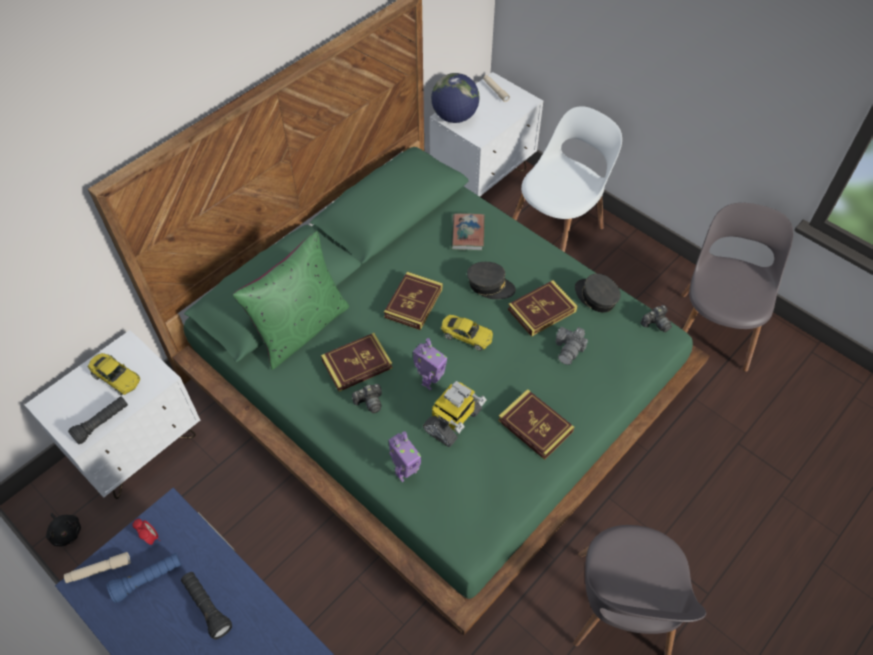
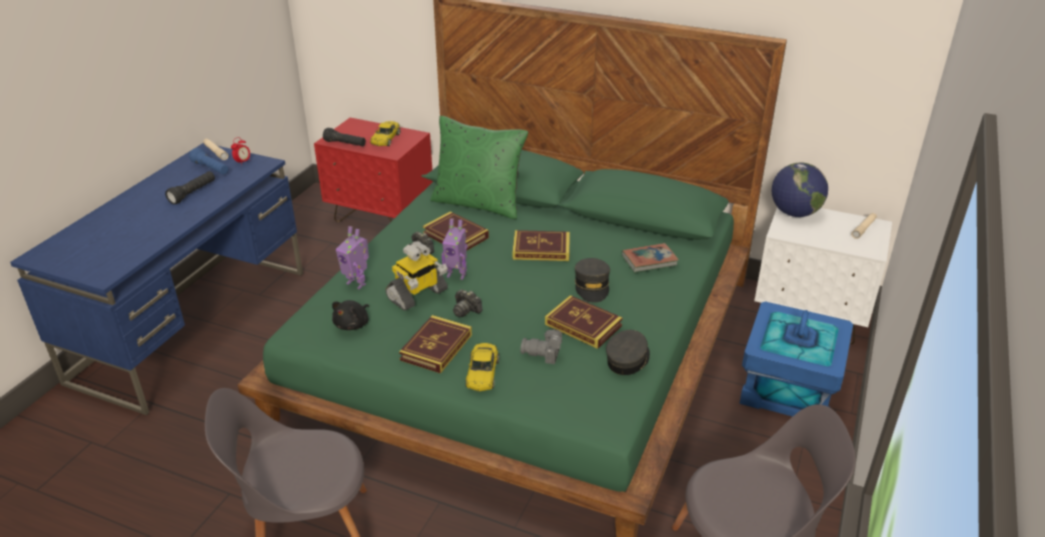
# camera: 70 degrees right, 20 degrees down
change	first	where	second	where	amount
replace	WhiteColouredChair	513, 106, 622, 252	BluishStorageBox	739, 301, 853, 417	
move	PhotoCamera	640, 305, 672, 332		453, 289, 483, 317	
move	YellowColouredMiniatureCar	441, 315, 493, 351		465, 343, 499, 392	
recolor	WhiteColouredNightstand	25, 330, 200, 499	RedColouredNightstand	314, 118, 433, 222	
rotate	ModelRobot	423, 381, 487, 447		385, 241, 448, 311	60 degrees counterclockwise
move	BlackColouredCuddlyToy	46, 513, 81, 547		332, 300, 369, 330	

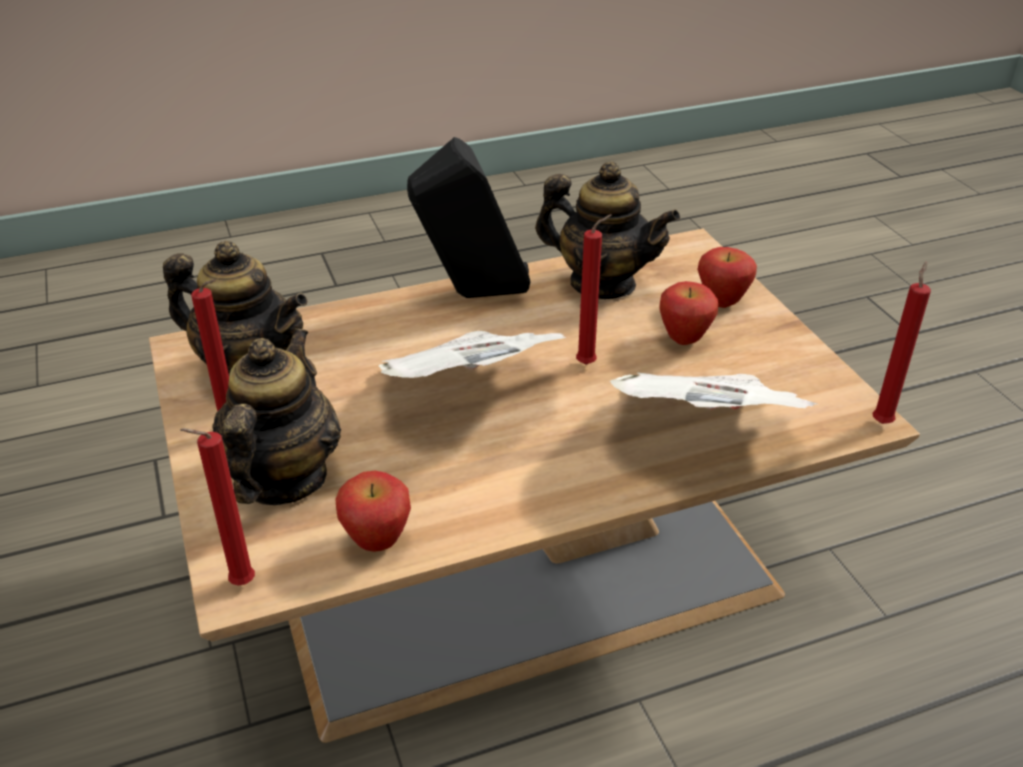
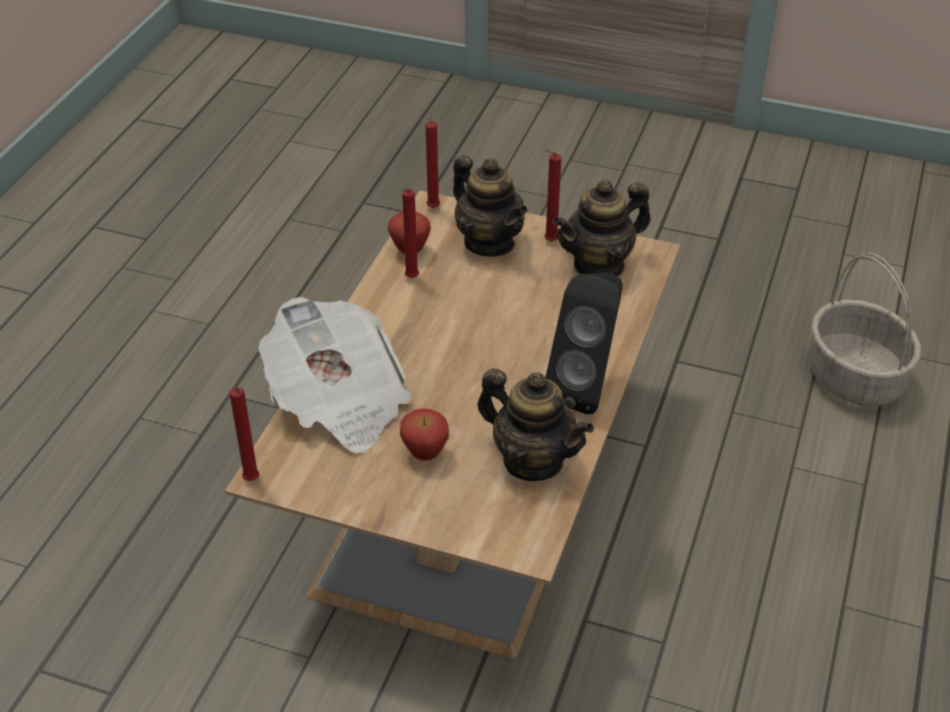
# camera: 130 degrees right, 5 degrees up
change	first	where	second	where	amount
rotate	PotForTea	535, 161, 680, 299		477, 368, 594, 481	120 degrees counterclockwise
move	RedColouredCandle	576, 214, 612, 365		402, 188, 419, 278	
delete	Apple	697, 247, 757, 308			
delete	Newspaper	379, 330, 566, 378			
insert			StorageBasket	808, 253, 921, 407	

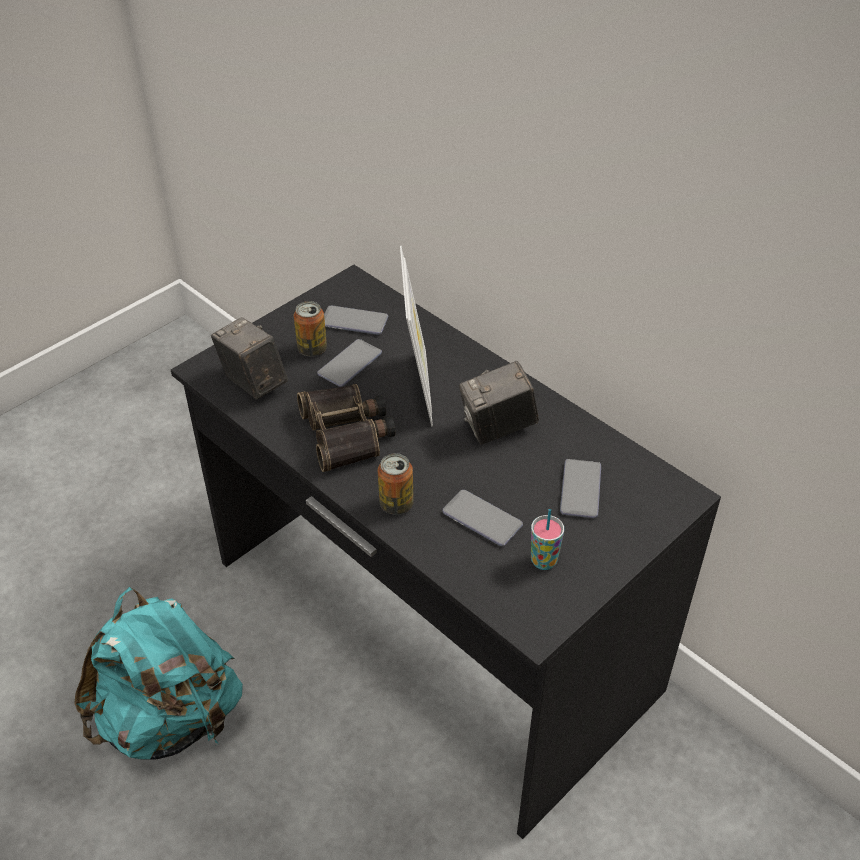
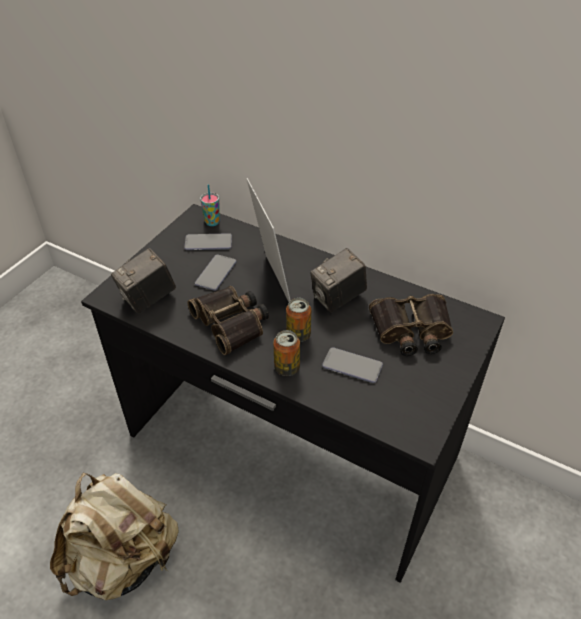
# camera: 15 degrees left, 0 degrees up
change	first	where	second	where	amount
move	SealedCan	294, 301, 327, 356		286, 298, 311, 342	
rotate	PhotoCamera	211, 317, 288, 399		111, 248, 176, 314	75 degrees counterclockwise
replace	Handset	560, 459, 601, 518	Binoculars	369, 294, 453, 356	
move	DrinkingCup	531, 509, 564, 570		200, 184, 220, 226	
recolor	TurquoiseBackpack	74, 587, 243, 760	SandColouredBackpack	50, 473, 179, 600	

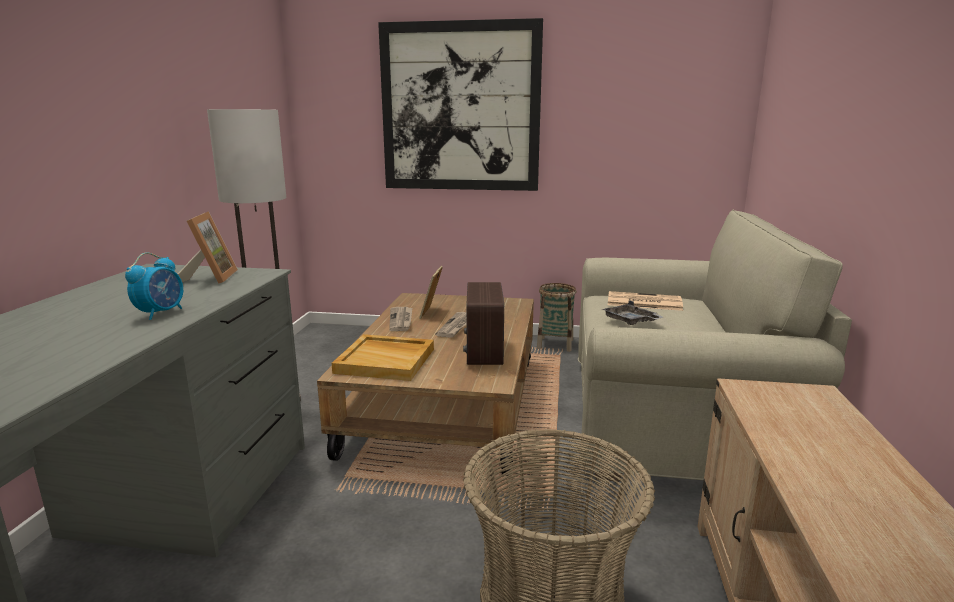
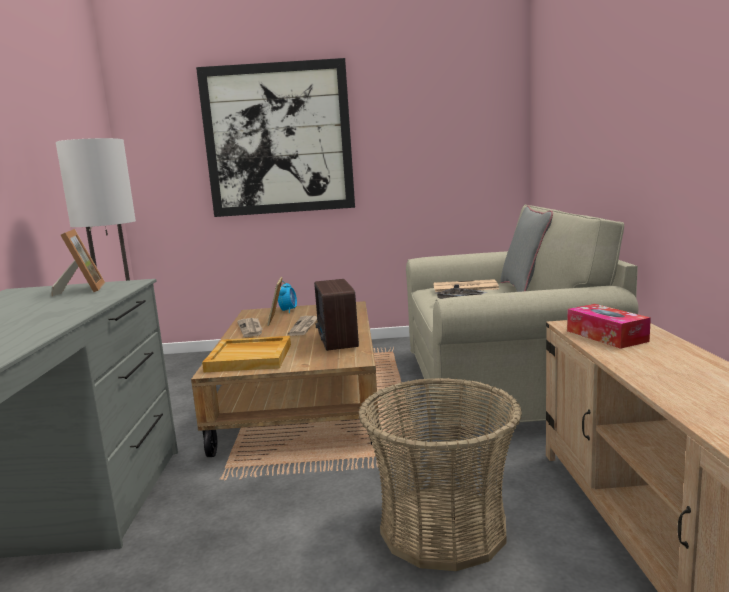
# camera: 10 degrees left, 5 degrees down
change	first	where	second	where	amount
move	TableClock	125, 252, 183, 320		278, 281, 297, 313	
delete	StorageBasket	537, 283, 576, 352			
insert			GreyishPillow	500, 206, 553, 292	
insert			TissueHolder	567, 304, 651, 349	

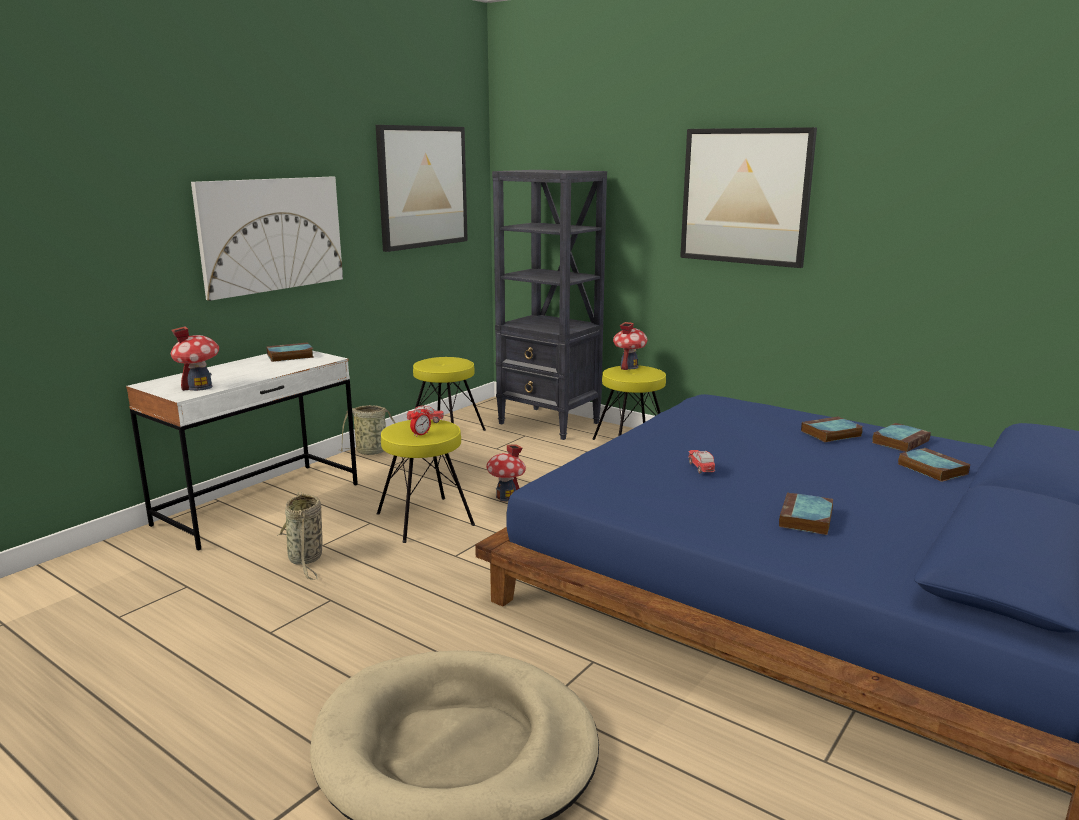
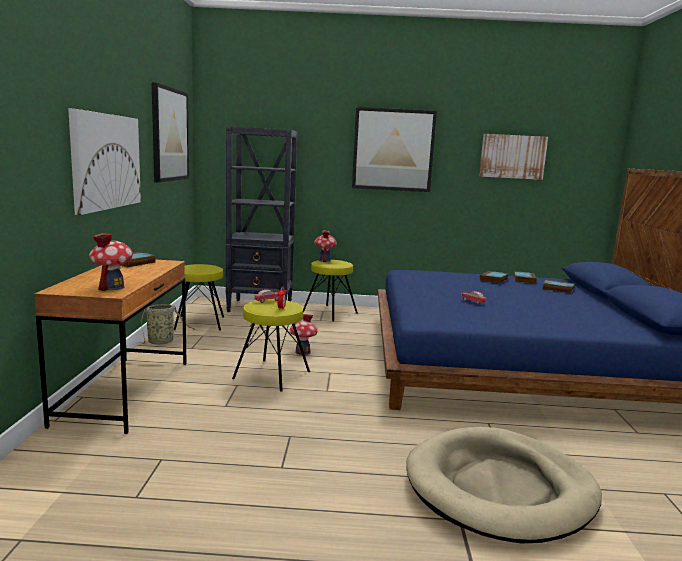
# camera: 35 degrees left, 5 degrees down
change	first	where	second	where	amount
recolor	WhiteColouredDesk	126, 350, 358, 551	BrownColouredDesk	34, 260, 186, 434	
delete	StorageBasket	277, 492, 323, 580			
delete	Book	779, 492, 833, 535			
insert			Picture	479, 134, 548, 180	

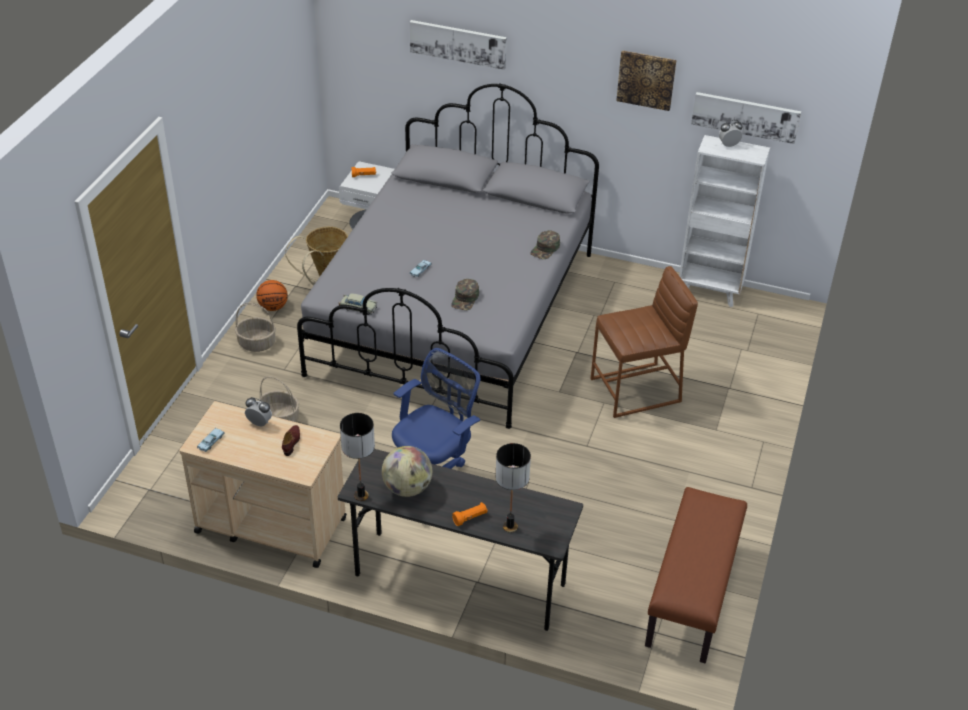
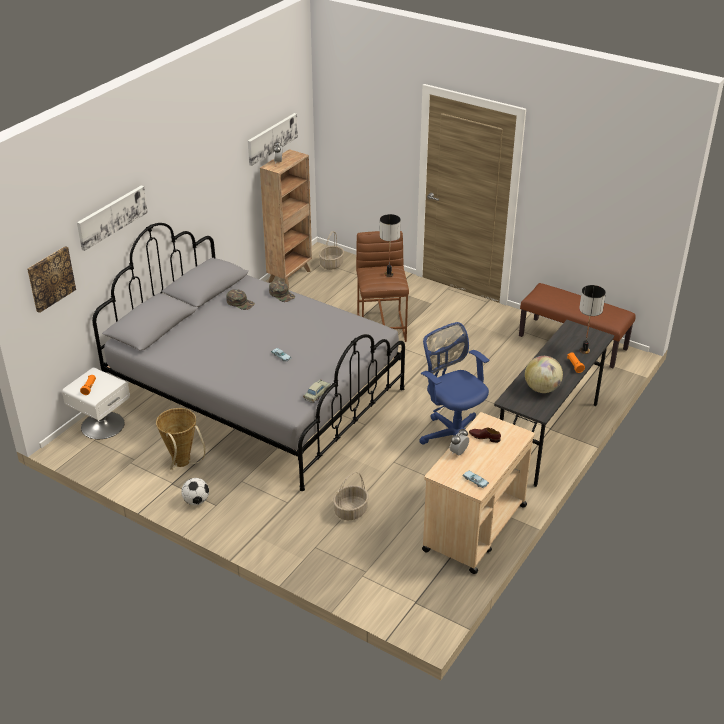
# camera: 75 degrees left, 5 degrees down
change	first	where	second	where	amount
move	Picture	616, 50, 677, 111		27, 246, 76, 313	
recolor	WhiteColouredShelvingUnit	679, 135, 770, 307	BrownColouredShelvingUnit	260, 149, 312, 289	
move	GreenCap	451, 279, 479, 310		226, 290, 255, 310	
replace	BallForBasketball	256, 280, 288, 311	BallForFootball	181, 478, 209, 505	
move	StorageBasket	235, 303, 276, 352		319, 231, 344, 270	
move	LampForATable	340, 413, 375, 501		380, 214, 401, 277	

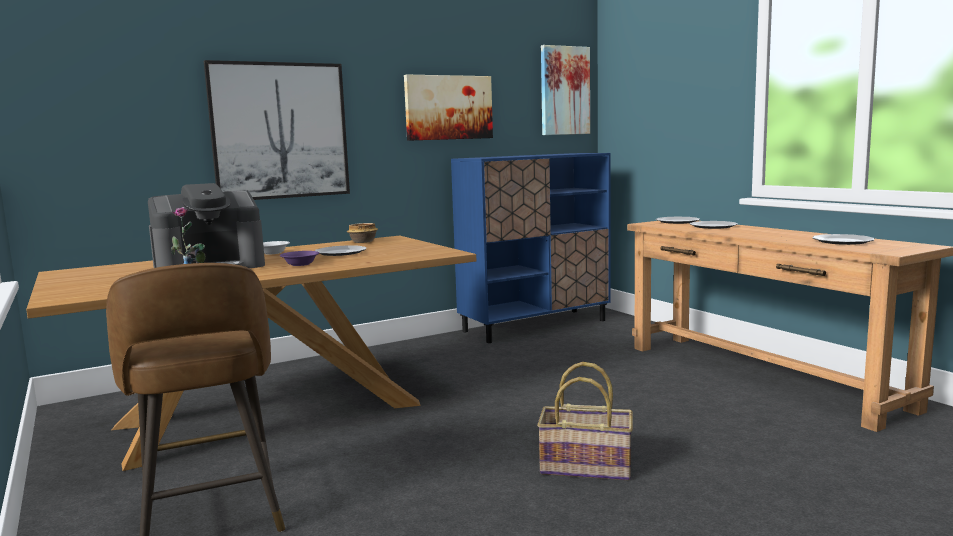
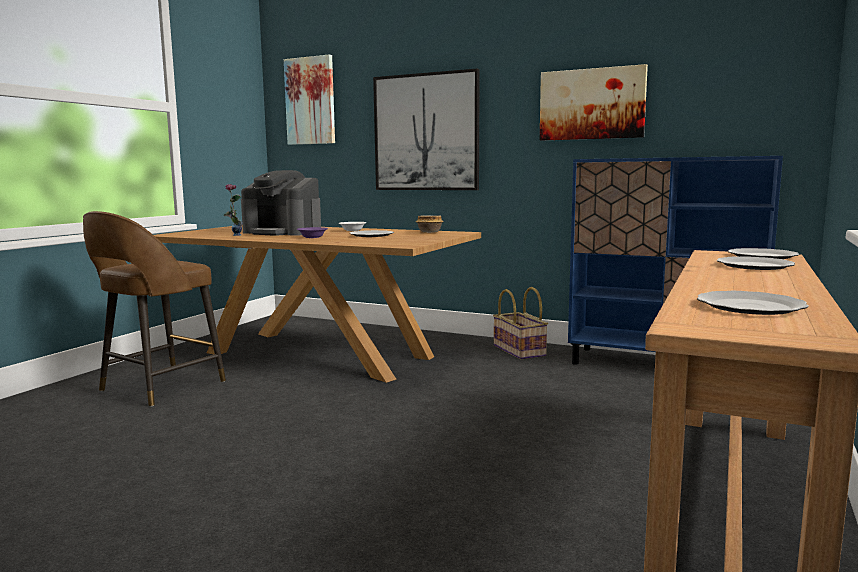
# camera: 55 degrees right, 0 degrees up
change	first	where	second	where	amount
move	Picture	541, 45, 590, 135		284, 55, 335, 145	
move	StorageBasket	537, 362, 633, 480		493, 287, 548, 359	

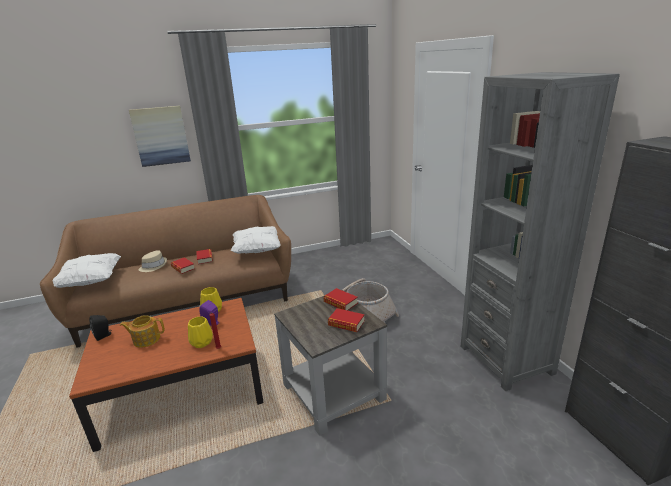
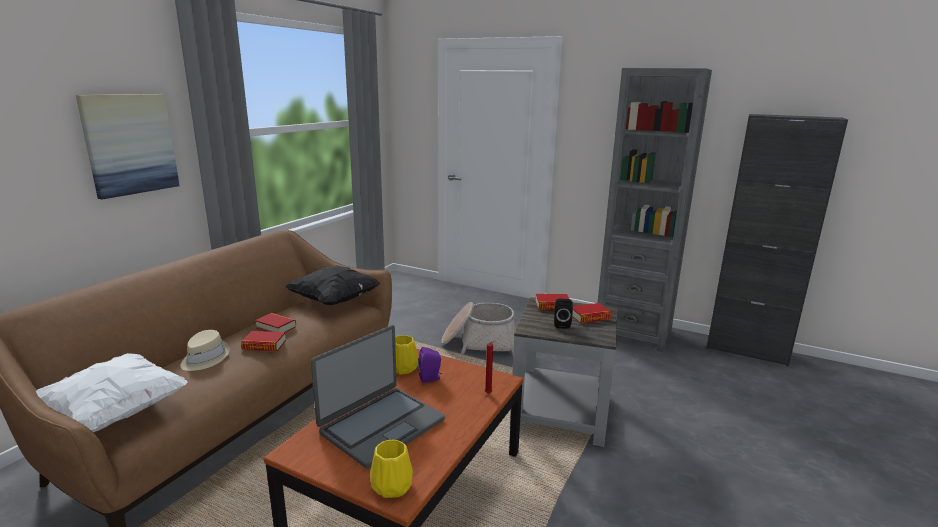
# camera: 45 degrees left, 5 degrees down
change	first	where	second	where	amount
recolor	WhiteColouredPillow	231, 226, 281, 254	BlackColouredPillow	285, 265, 380, 305	
move	BlackColouredSpeaker	89, 315, 111, 341		554, 298, 573, 329	
replace	PotForTea	120, 315, 165, 348	NotebookComputer	311, 325, 445, 468	
move	YellowColouredFlowerVase	188, 316, 213, 348		370, 440, 413, 498	

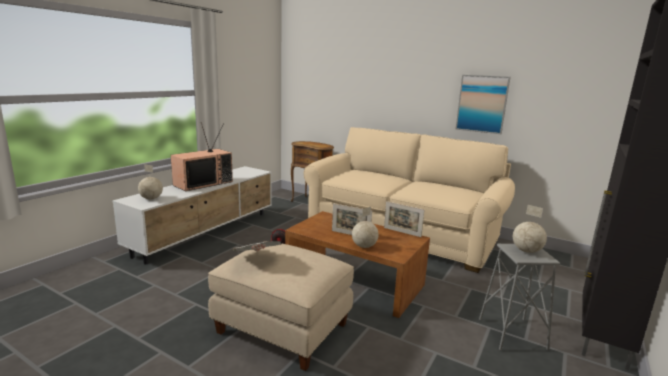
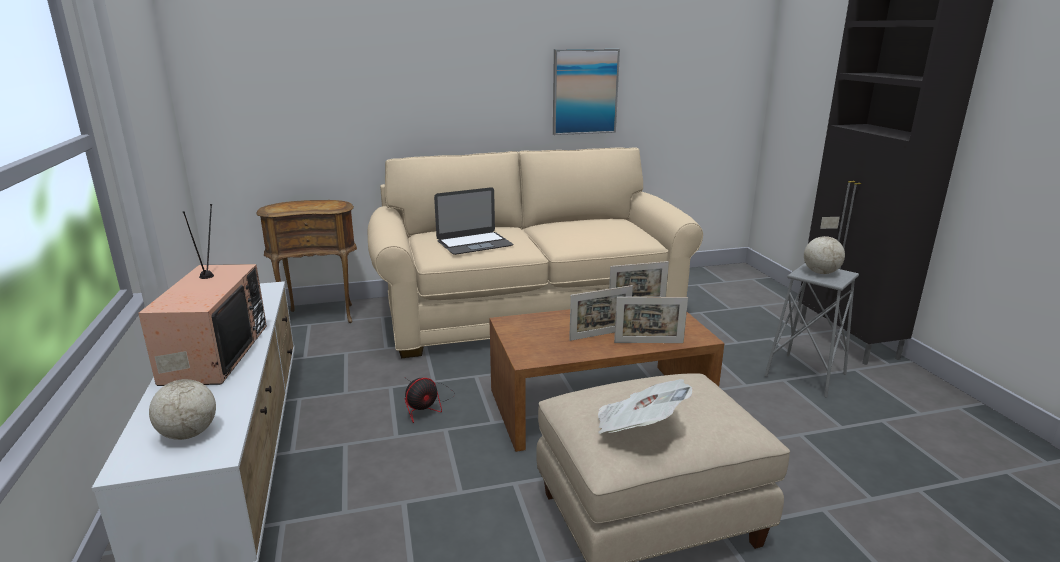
# camera: 45 degrees left, 5 degrees up
change	first	where	second	where	amount
replace	Globe	352, 207, 379, 248	PhotoFrame	614, 297, 688, 343	
insert			NotebookComputer	434, 187, 513, 255	

